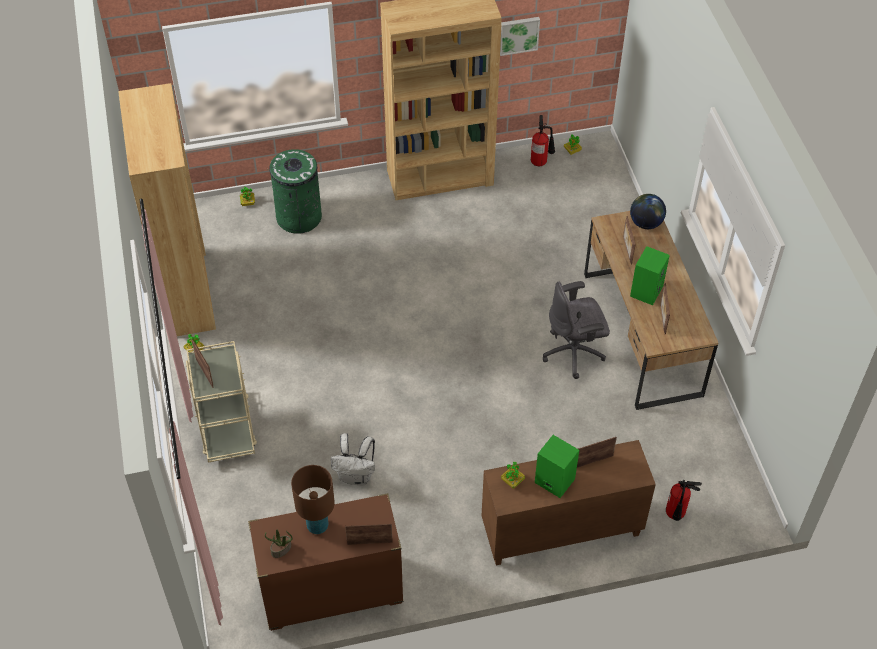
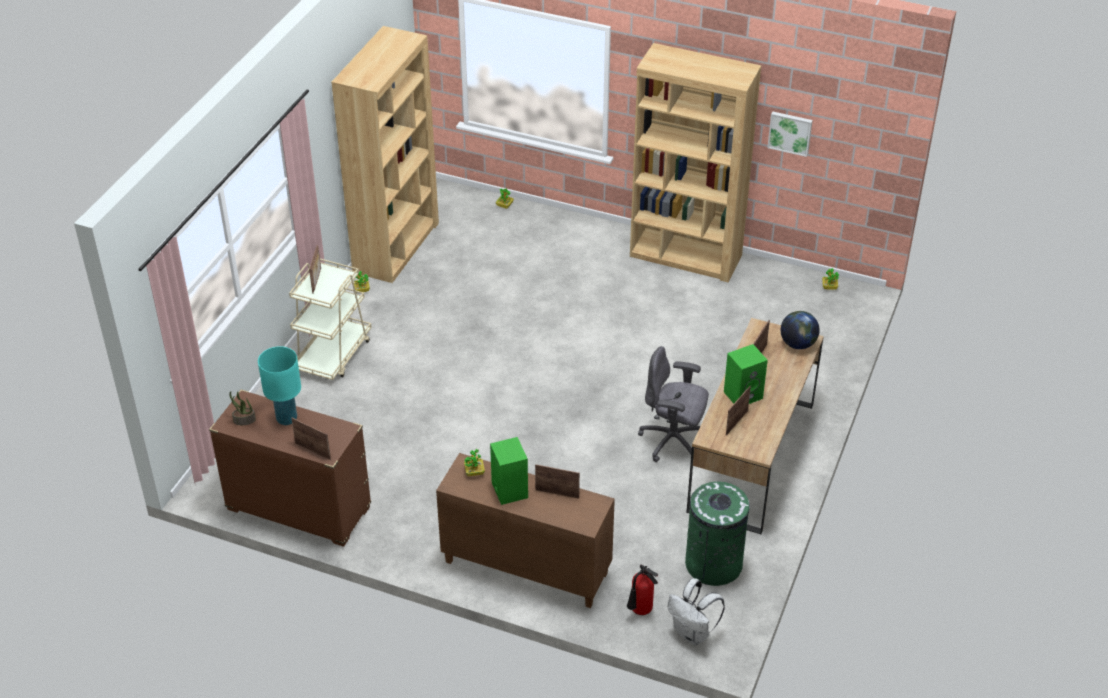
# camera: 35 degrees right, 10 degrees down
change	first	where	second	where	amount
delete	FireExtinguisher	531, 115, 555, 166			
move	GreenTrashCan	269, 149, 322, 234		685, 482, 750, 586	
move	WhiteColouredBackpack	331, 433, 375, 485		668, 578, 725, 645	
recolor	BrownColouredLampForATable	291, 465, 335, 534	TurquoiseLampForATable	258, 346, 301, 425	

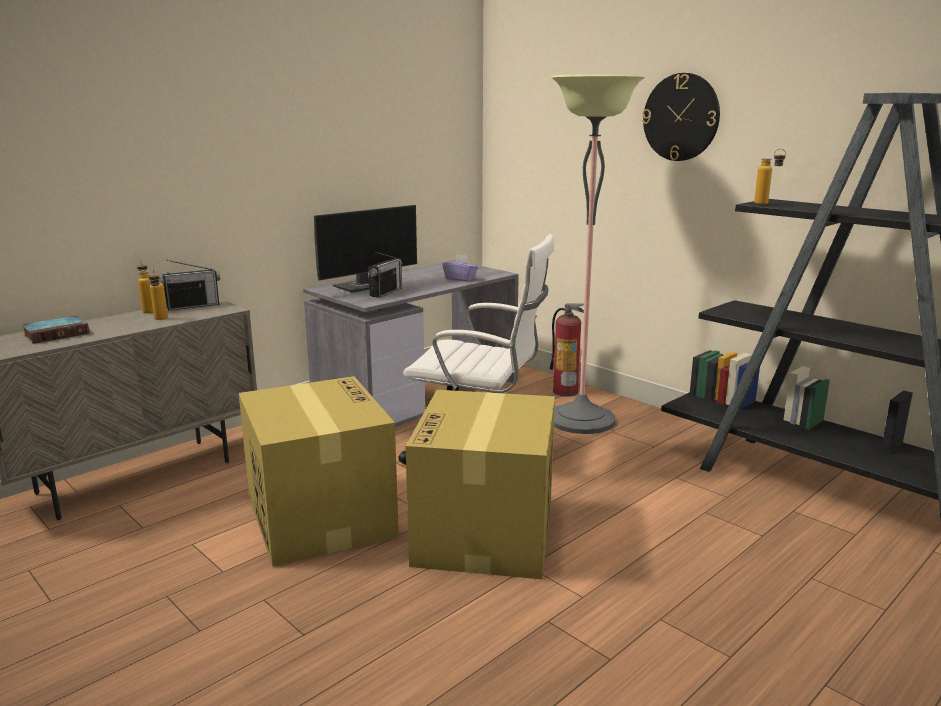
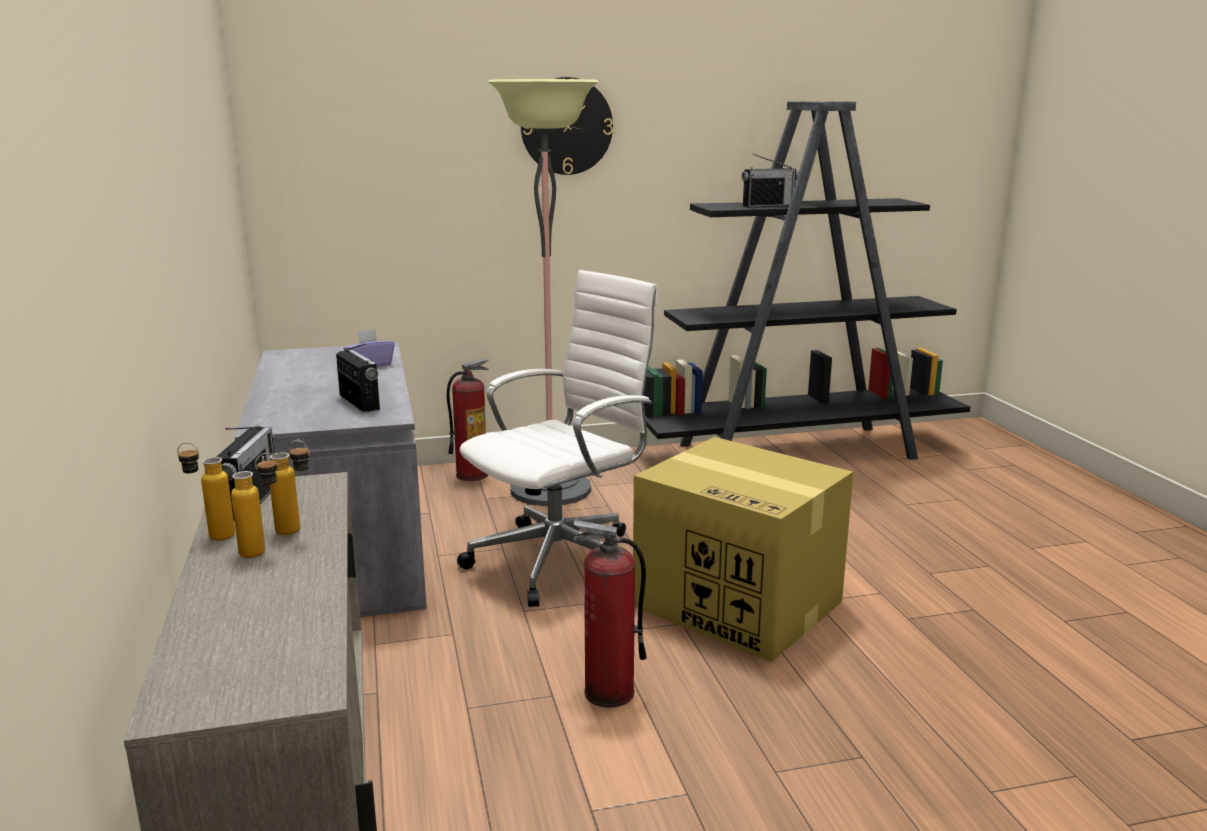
# camera: 60 degrees left, 0 degrees up
change	first	where	second	where	amount
move	BeverageBottle	754, 149, 786, 205		231, 453, 279, 558	
delete	ComputerScreen	314, 205, 417, 293			
delete	Book	22, 315, 89, 344			
replace	Carton	239, 376, 399, 566	FireExtinguisher	574, 520, 647, 708	
insert			Radio	742, 153, 799, 207	

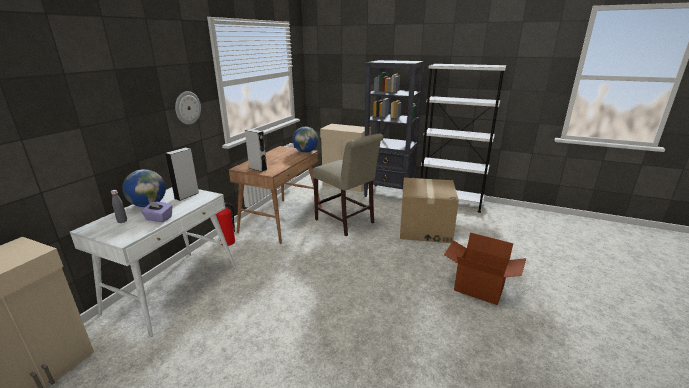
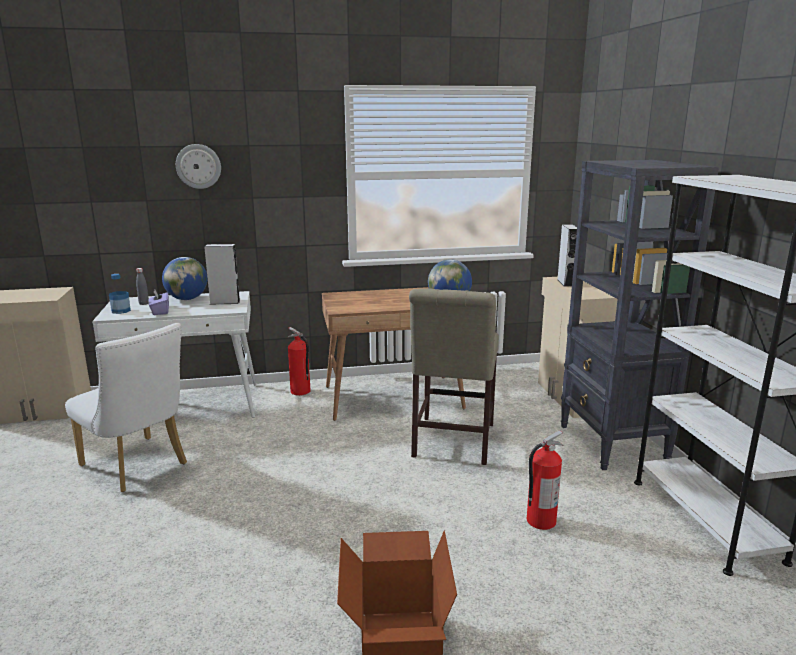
# camera: 55 degrees right, 5 degrees down
change	first	where	second	where	amount
move	WallClock	175, 91, 201, 124		176, 144, 221, 189	
move	GreyishSpeaker	245, 129, 267, 172		558, 225, 577, 287	
replace	Carton	400, 178, 459, 243	FireExtinguisher	527, 430, 564, 530	
insert			BeverageBottle	109, 274, 131, 314	
insert			WhiteColouredChair	65, 323, 187, 492	

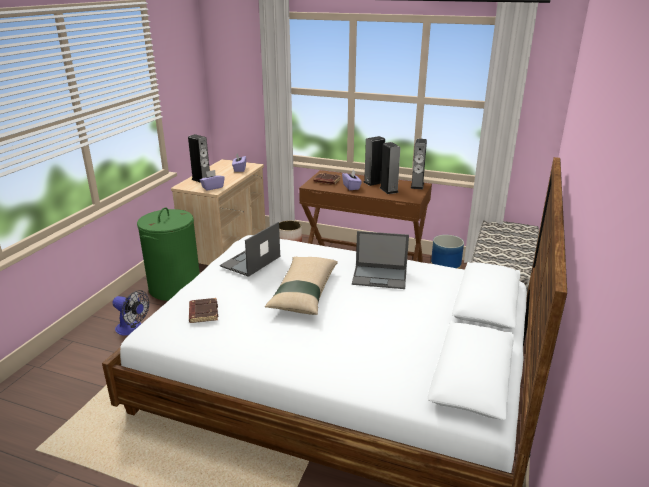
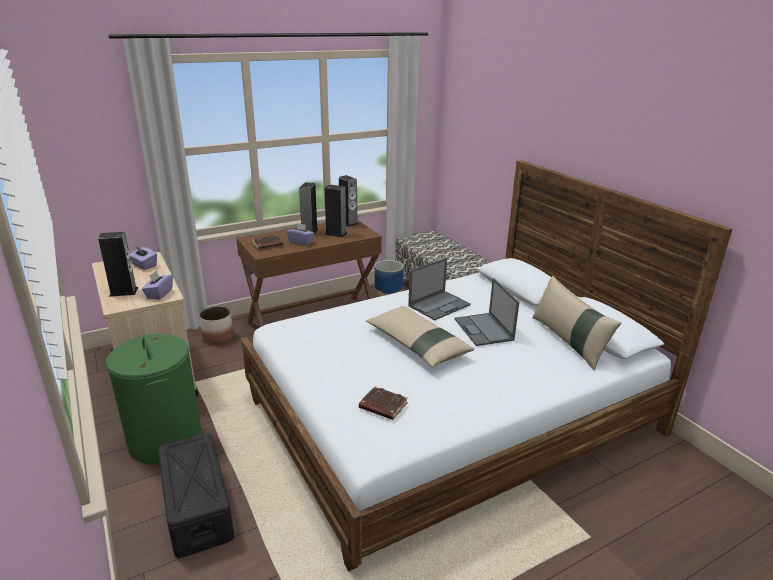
# camera: 50 degrees left, 0 degrees up
change	first	where	second	where	amount
move	NotebookComputer	220, 222, 280, 277		454, 278, 519, 346	
replace	ElectricFan	112, 290, 149, 336	BlackColouredStorageBox	158, 433, 234, 558	
insert			SandColouredPillow	533, 276, 622, 370	

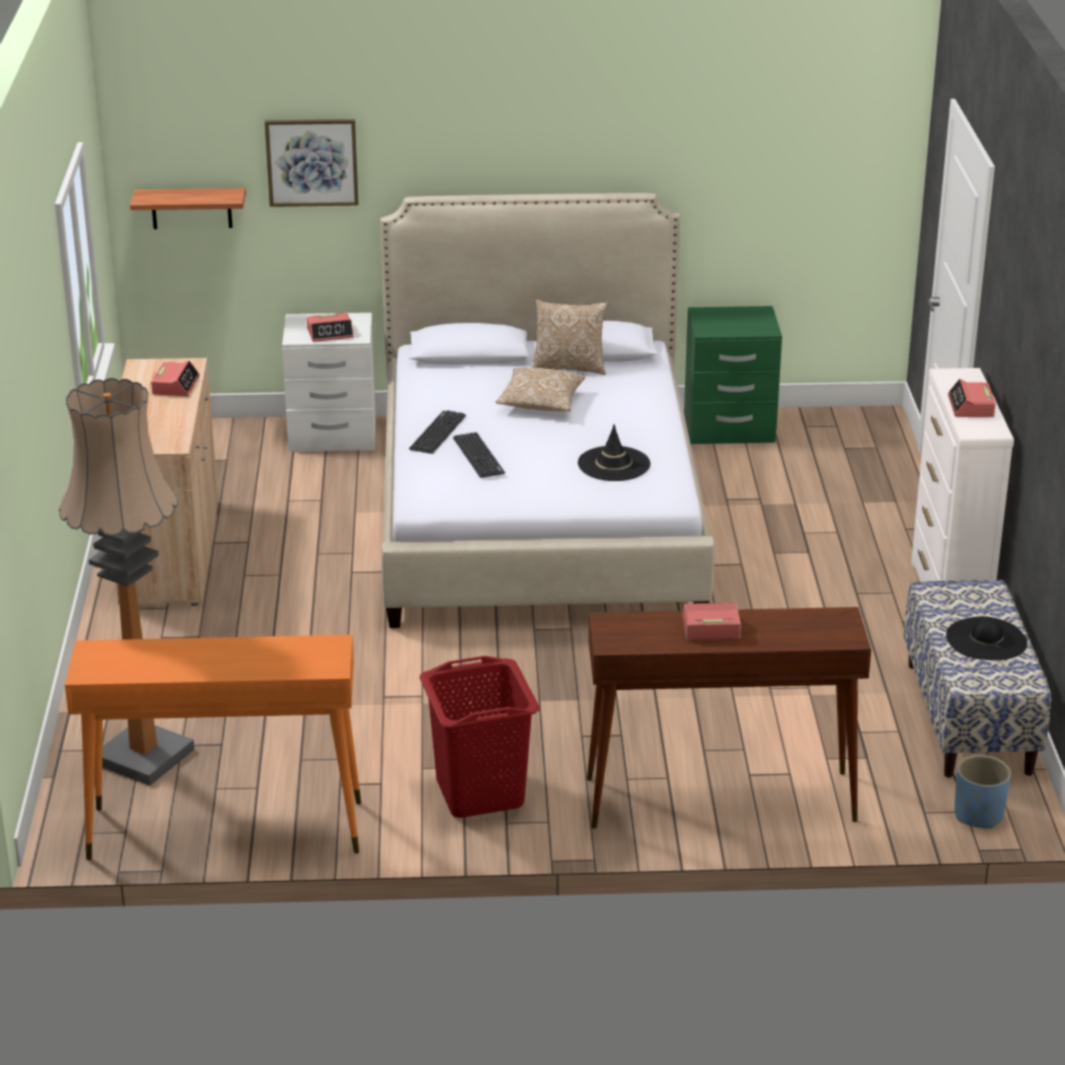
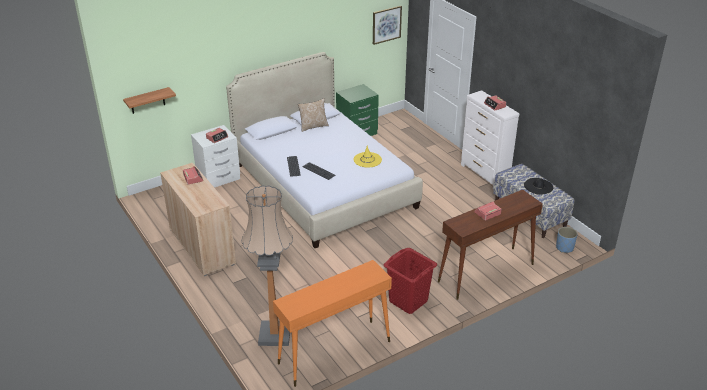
# camera: 30 degrees left, 5 degrees up
change	first	where	second	where	amount
move	Picture	265, 119, 358, 207		373, 6, 402, 45	
delete	Pillow	495, 367, 585, 411			
recolor	BlackColouredClothingHat	578, 424, 650, 481	YellowColouredClothingHat	354, 145, 382, 168	

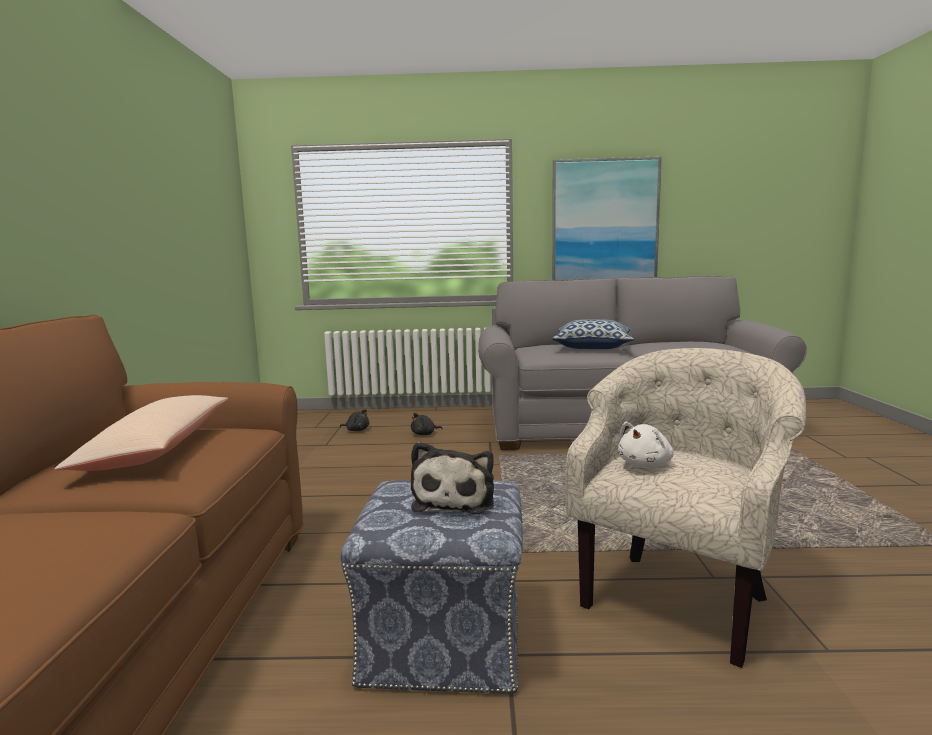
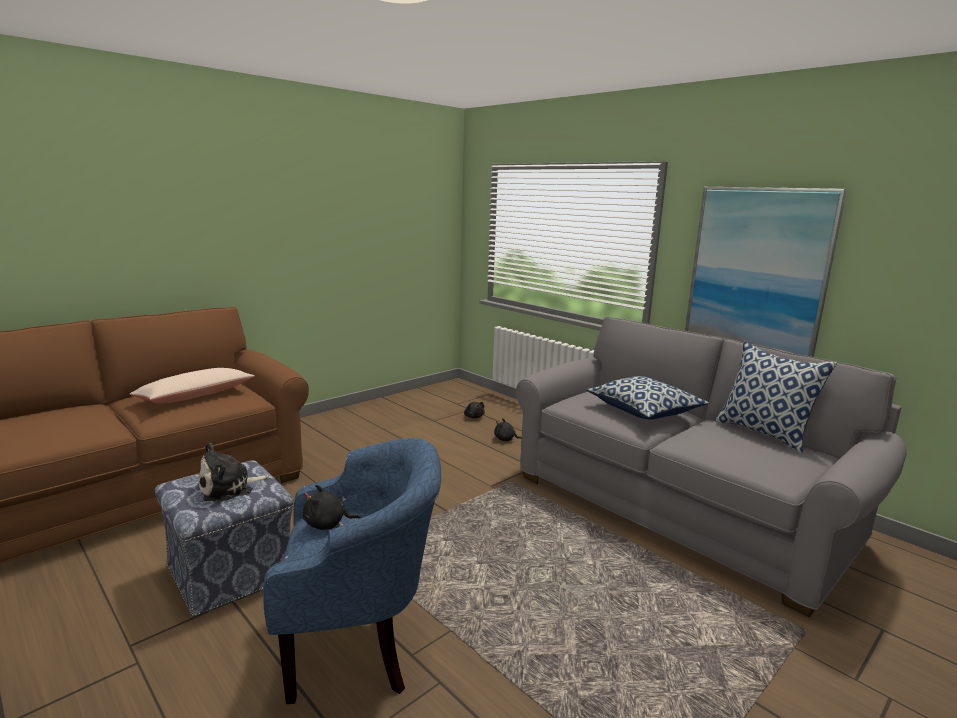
# camera: 45 degrees right, 5 degrees up
change	first	where	second	where	amount
recolor	SandColouredArmchair	565, 348, 806, 668	BluishArmchair	263, 438, 441, 704	
recolor	WhiteColouredCuddlyToy	618, 422, 674, 467	BlackColouredCuddlyToy	303, 485, 362, 530	
insert			Pillow	715, 341, 837, 453	

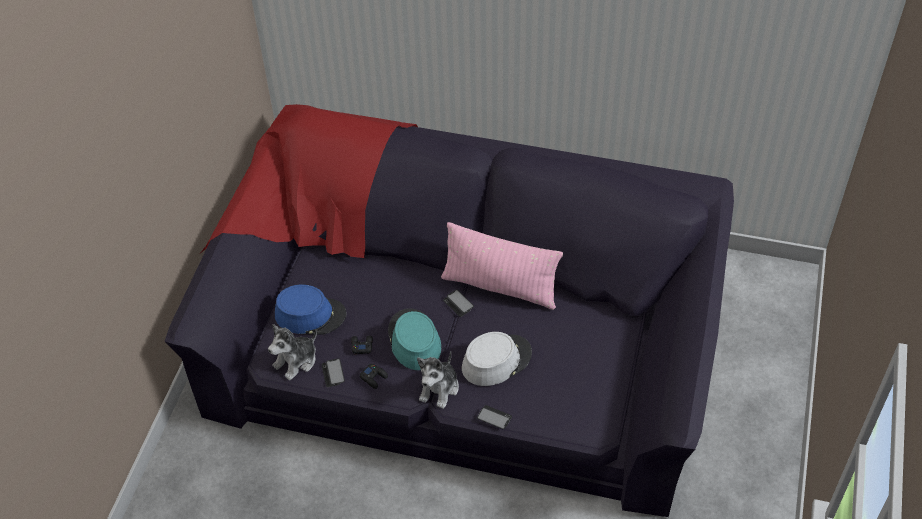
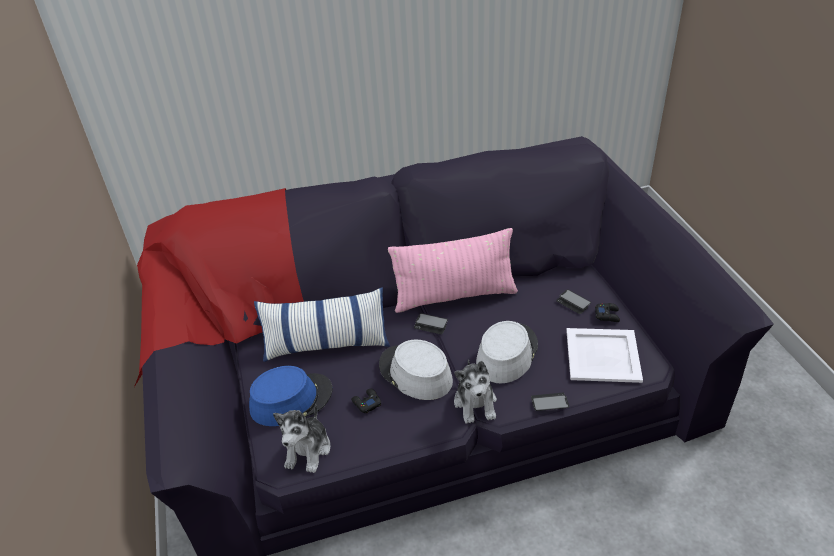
# camera: 30 degrees left, 10 degrees down
change	first	where	second	where	amount
recolor	TurquoiseClothingHat	388, 308, 441, 370	GreyishClothingHat	379, 339, 453, 400	
move	Handset	321, 358, 345, 387		556, 290, 591, 314	
move	BlackColouredGameController	360, 364, 388, 389		595, 303, 620, 322	
insert			Pillow	254, 288, 390, 362	
insert			WhiteColouredTray	566, 328, 643, 383	

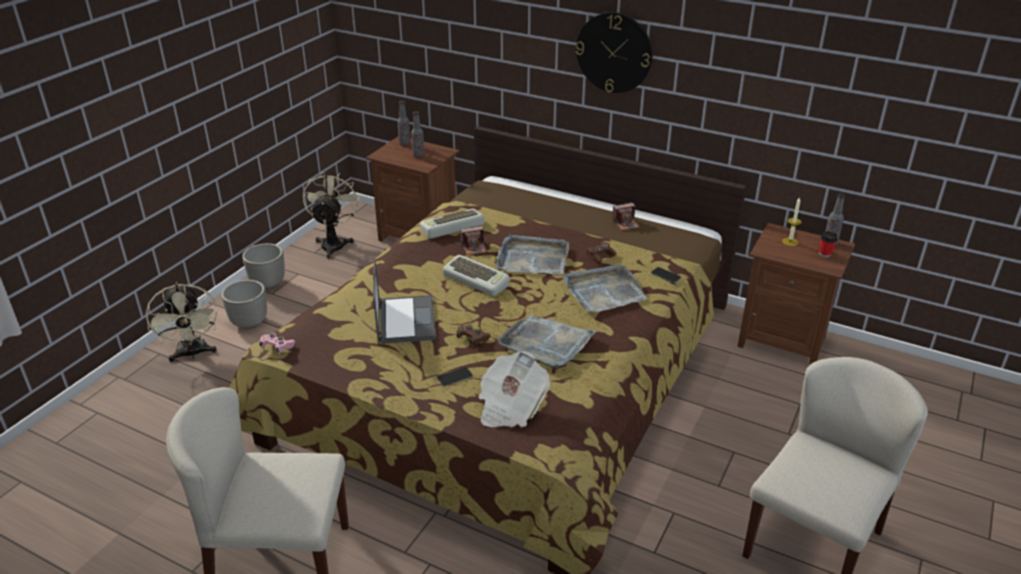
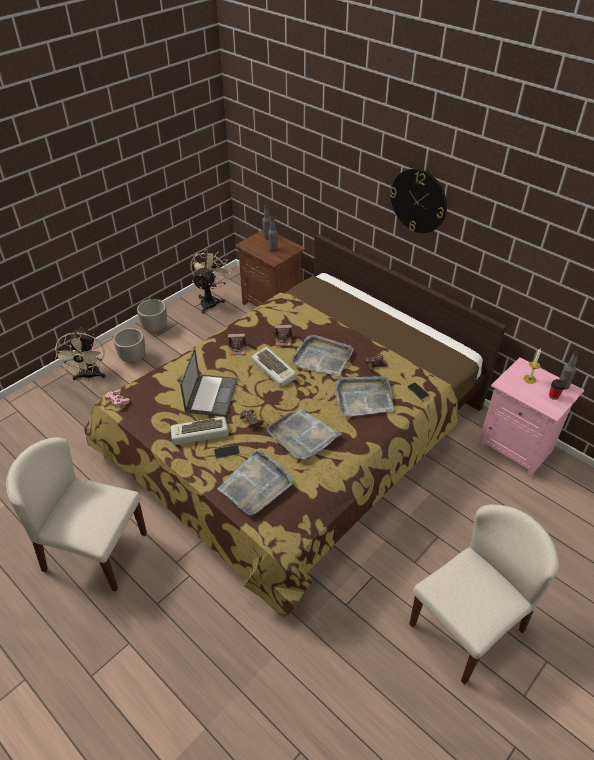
# camera: 15 degrees right, 10 degrees up
change	first	where	second	where	amount
move	PhotoCamera	612, 202, 640, 230		227, 332, 246, 355	
move	Keyboard	420, 209, 484, 239		170, 417, 228, 445	
recolor	BrownColouredNightstand	737, 223, 855, 365	PinkishNightstand	477, 357, 584, 478	
replace	Newspaper	478, 351, 550, 427	GreyishTray	217, 449, 293, 516	

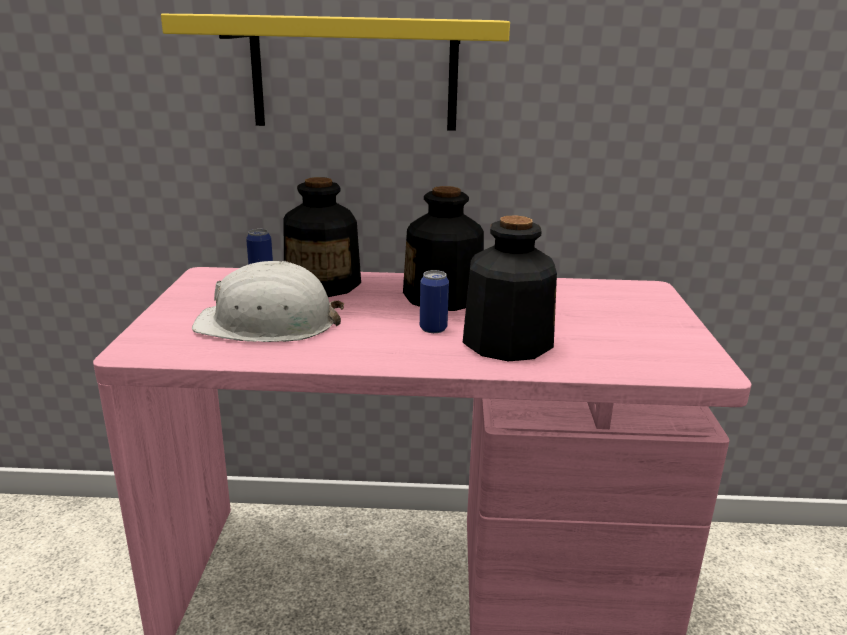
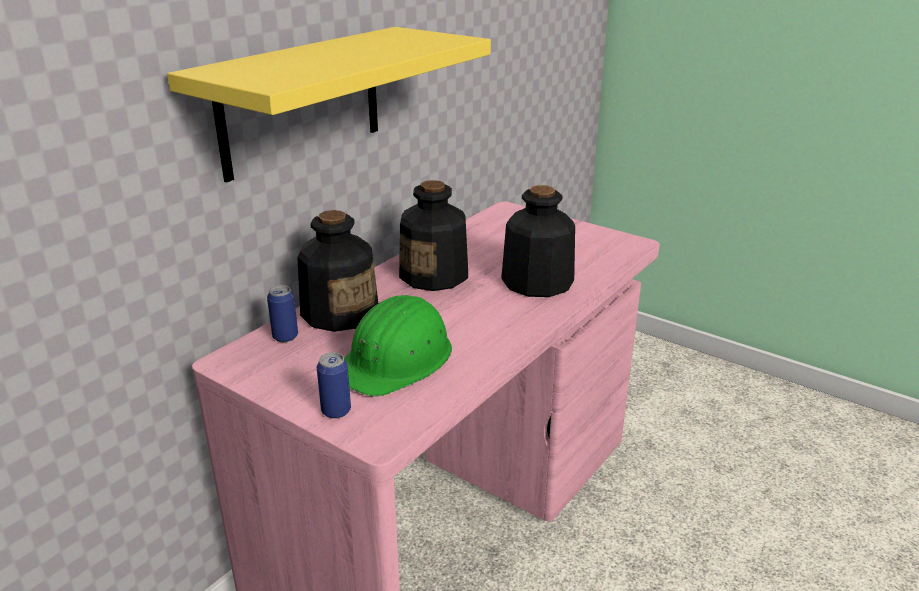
# camera: 55 degrees left, 5 degrees up
change	first	where	second	where	amount
recolor	WhiteColouredHardHat	192, 261, 344, 342	GreenHardHat	344, 295, 452, 397	
move	SealedCan	420, 270, 449, 333		317, 352, 351, 419	

